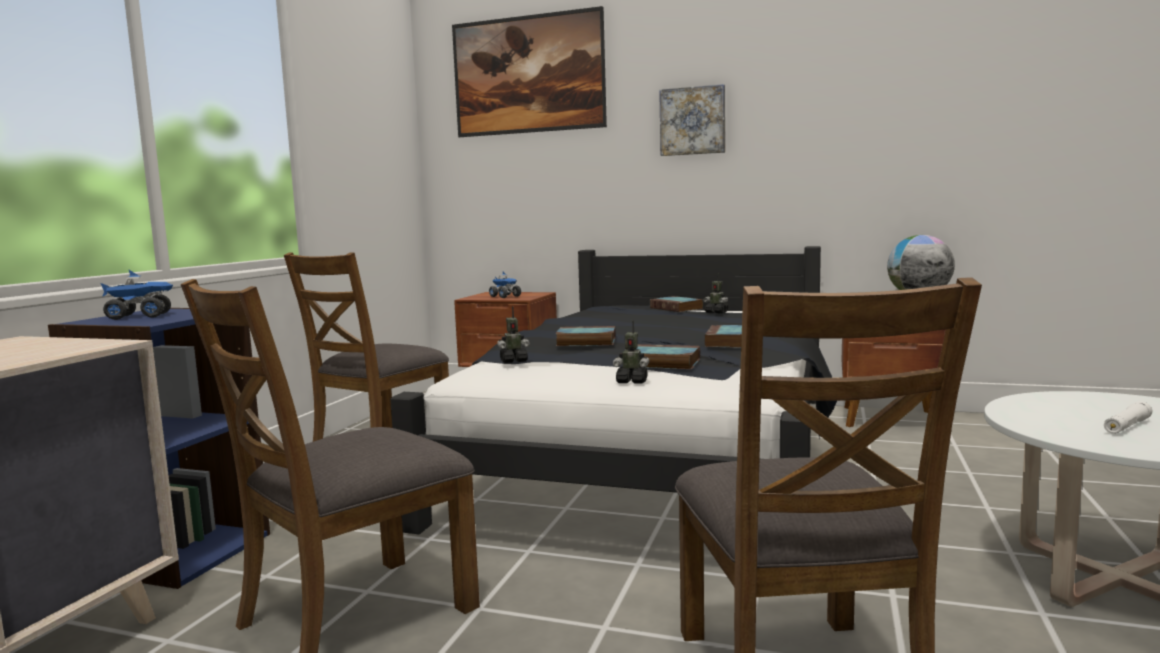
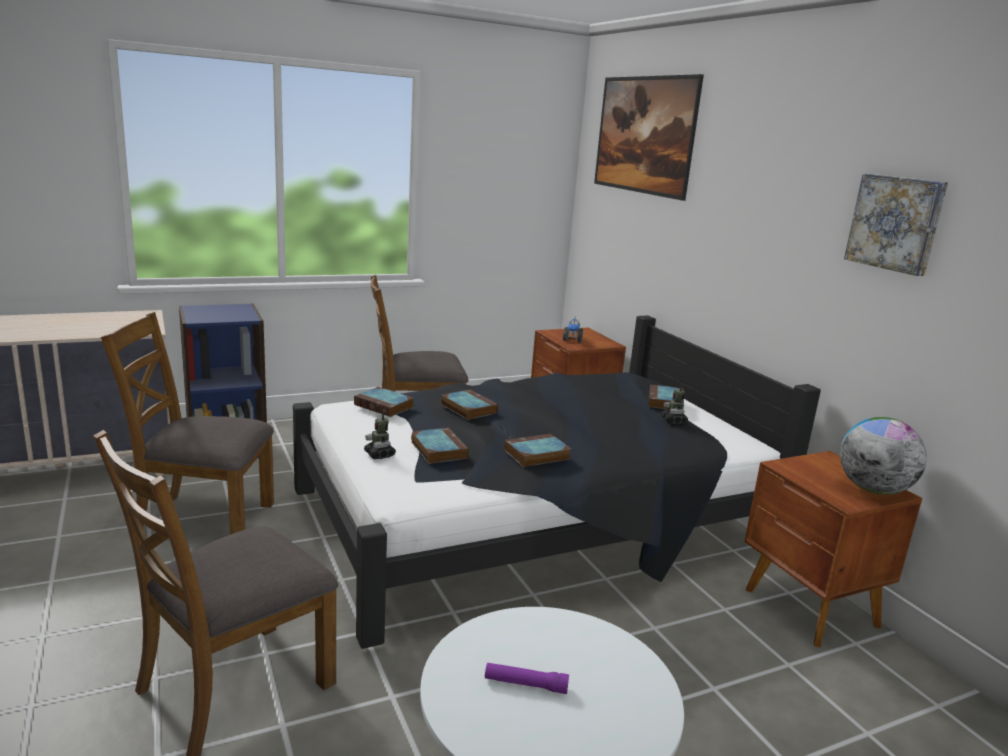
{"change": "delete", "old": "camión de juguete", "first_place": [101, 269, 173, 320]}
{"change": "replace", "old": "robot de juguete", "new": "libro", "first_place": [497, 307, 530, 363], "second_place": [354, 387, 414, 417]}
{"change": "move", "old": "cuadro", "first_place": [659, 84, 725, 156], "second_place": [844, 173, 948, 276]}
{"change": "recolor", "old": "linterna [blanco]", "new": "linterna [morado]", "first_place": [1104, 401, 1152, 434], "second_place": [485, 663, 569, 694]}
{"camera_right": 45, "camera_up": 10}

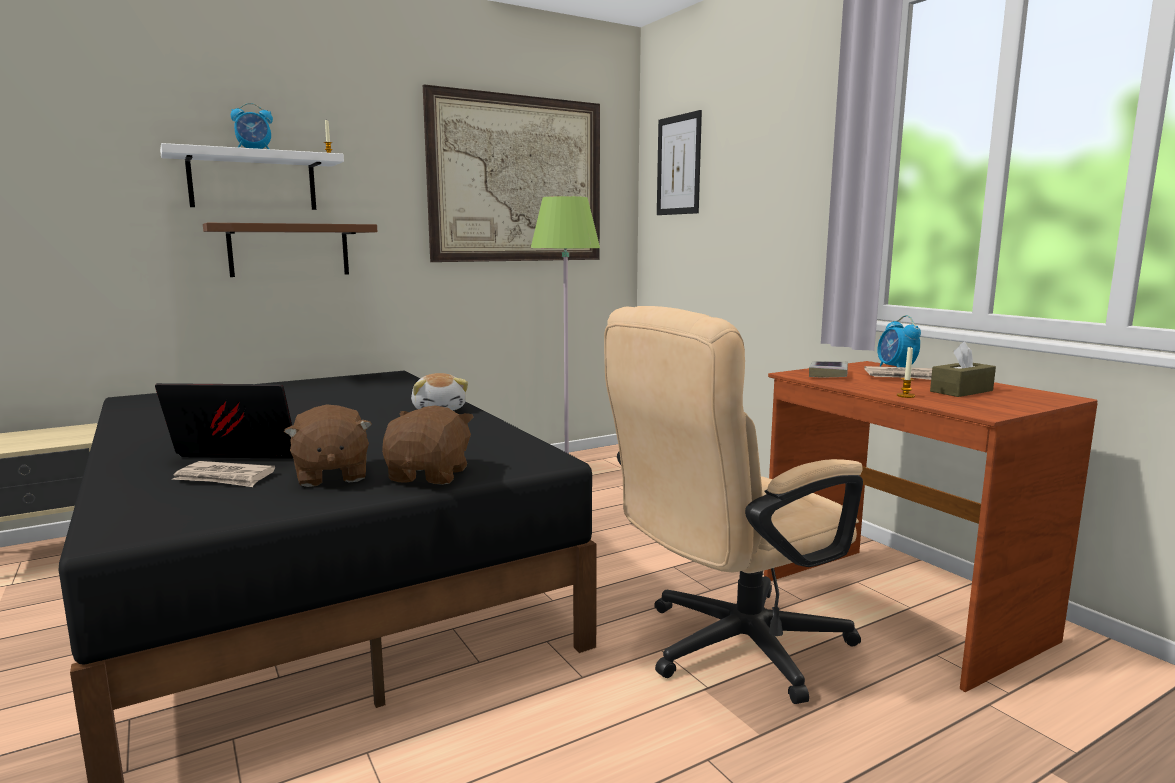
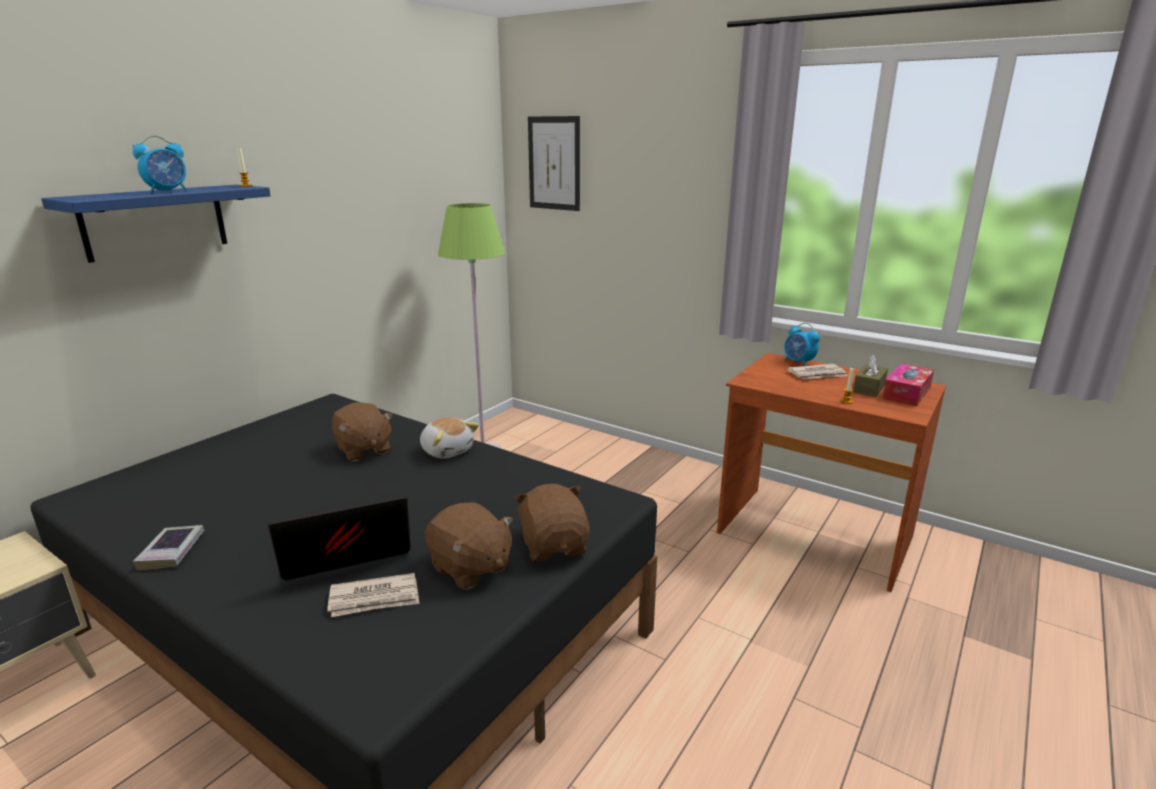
{"change": "recolor", "old": "estante [blanco]", "new": "estante [azul]", "first_place": [160, 143, 344, 210], "second_place": [41, 185, 271, 263]}
{"change": "delete", "old": "estante [marrón]", "first_place": [203, 223, 377, 277]}
{"change": "delete", "old": "cuadro", "first_place": [423, 84, 600, 262]}
{"change": "delete", "old": "silla de oficina [beis]", "first_place": [604, 306, 863, 704]}
{"change": "move", "old": "libro", "first_place": [809, 361, 848, 377], "second_place": [133, 525, 204, 570]}
{"change": "insert", "new": "peluche [marrón]", "second_place": [332, 402, 393, 462]}
{"change": "insert", "new": "caja de pañuelos", "second_place": [882, 363, 934, 406]}
{"camera_right": -25, "camera_up": 10}

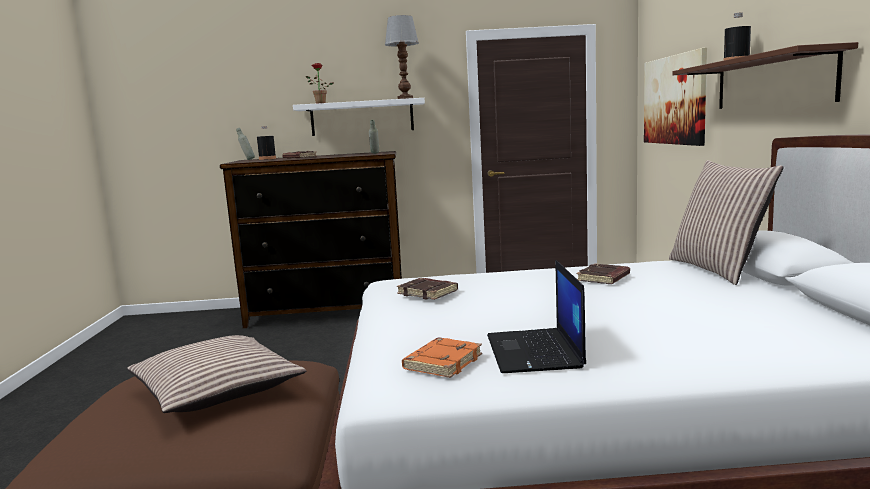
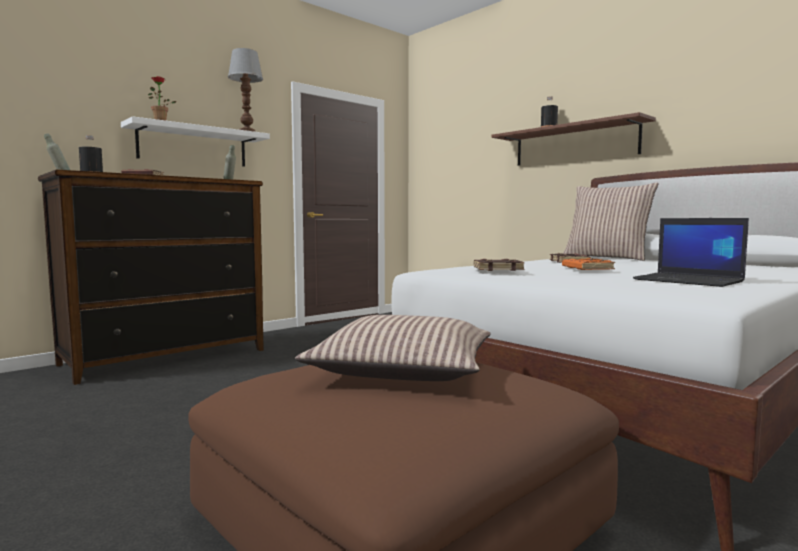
{"change": "move", "old": "libro [naranja]", "first_place": [402, 338, 482, 378], "second_place": [562, 258, 615, 270]}
{"change": "delete", "old": "cuadro", "first_place": [644, 48, 707, 146]}
{"camera_right": -40, "camera_up": -5}

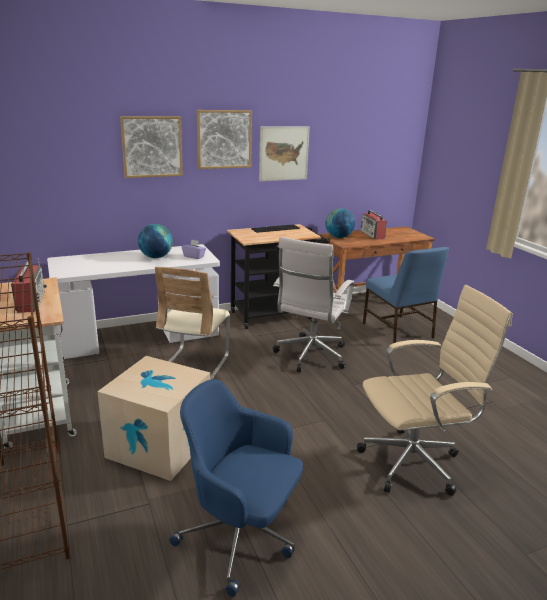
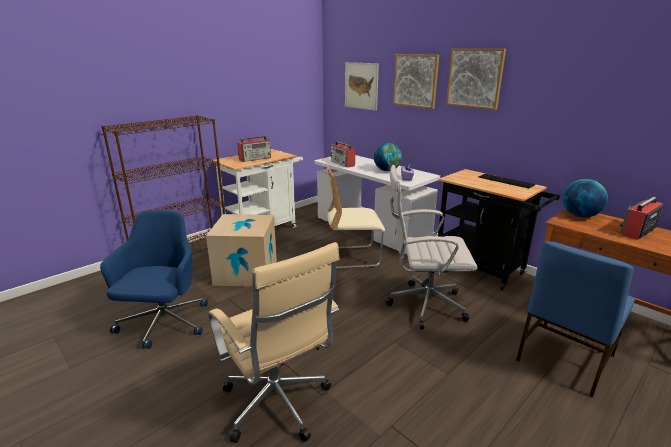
{"change": "move", "old": "cuadro", "first_place": [259, 126, 310, 181], "second_place": [345, 62, 379, 111]}
{"change": "insert", "new": "radio", "second_place": [330, 141, 355, 168]}
{"camera_right": 70, "camera_up": 0}

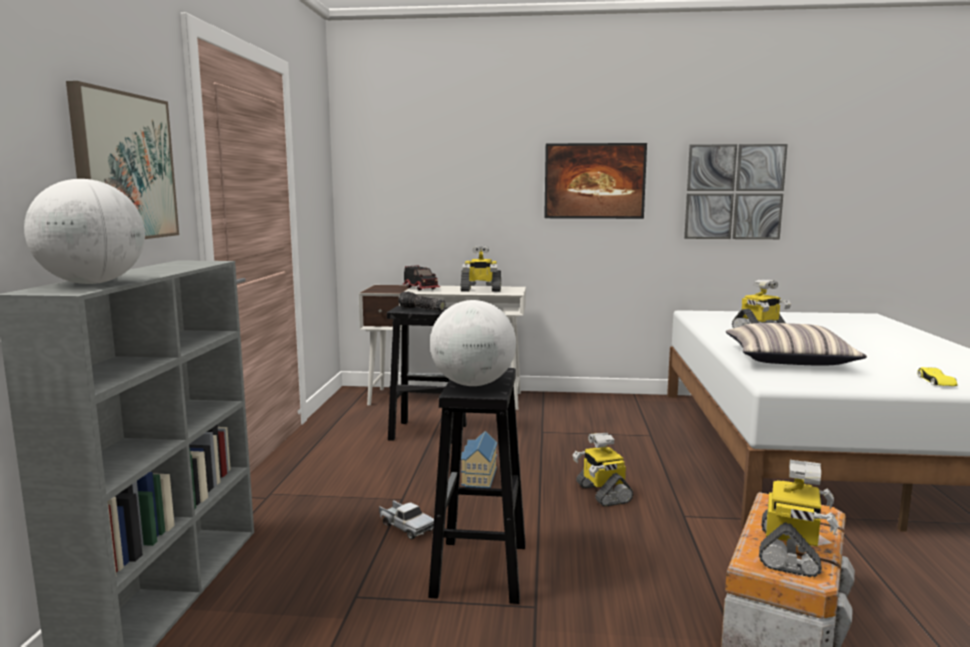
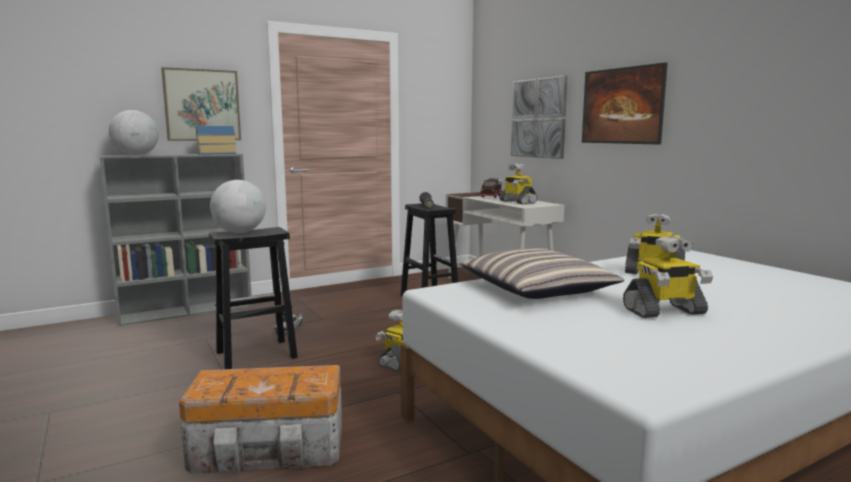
{"change": "move", "old": "casita", "first_place": [461, 431, 497, 488], "second_place": [196, 126, 236, 155]}
{"change": "move", "old": "cuadro", "first_place": [684, 144, 788, 239], "second_place": [511, 75, 568, 159]}
{"change": "move", "old": "robot de juguete", "first_place": [759, 460, 838, 577], "second_place": [623, 236, 713, 318]}
{"change": "delete", "old": "coche de juguete [amarillo]", "first_place": [917, 367, 957, 386]}
{"camera_right": 55, "camera_up": 0}

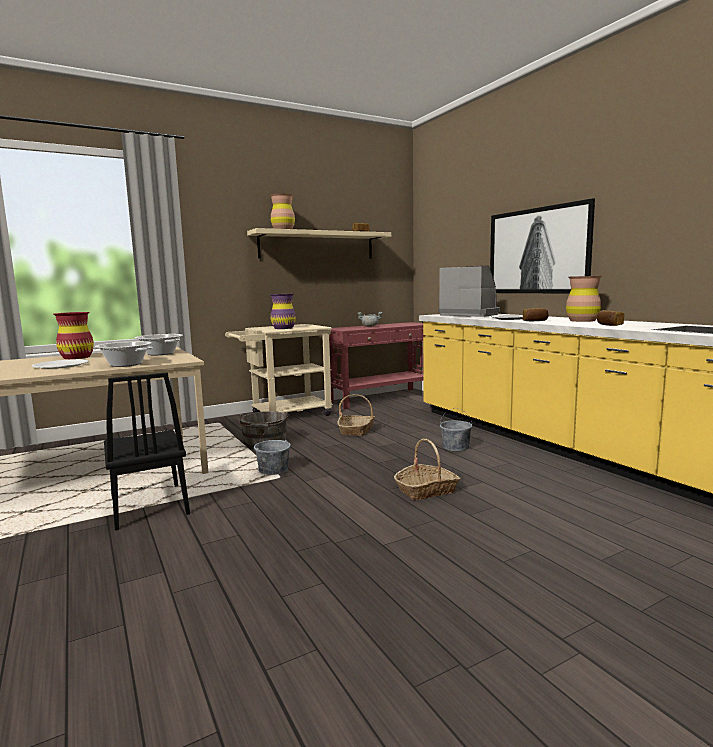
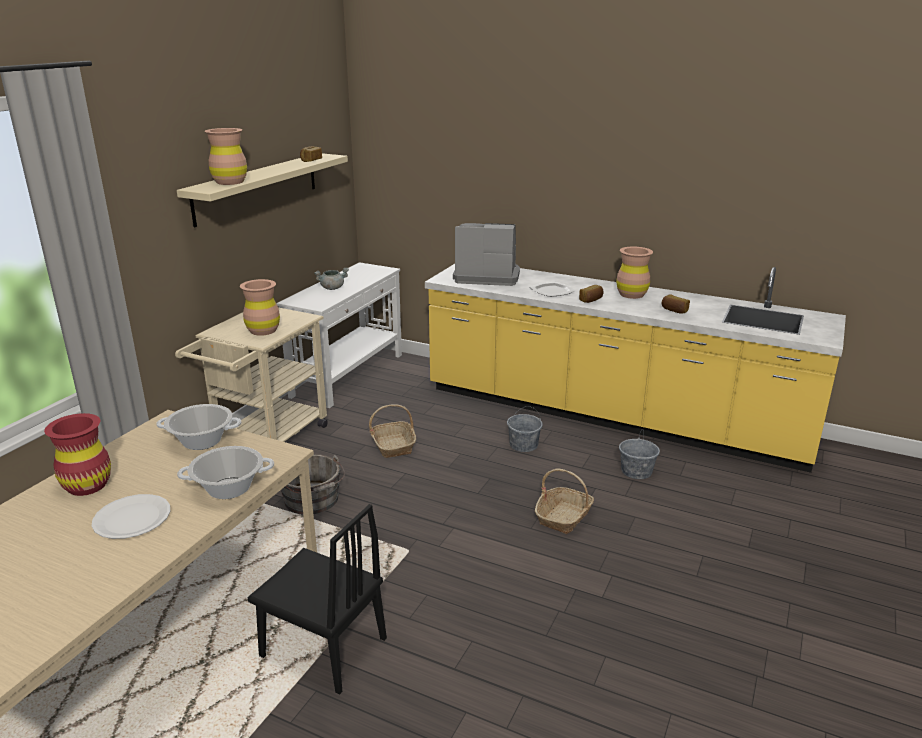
{"change": "move", "old": "cubo [gris]", "first_place": [254, 427, 291, 475], "second_place": [619, 430, 660, 479]}
{"change": "recolor", "old": "florero [morado]", "new": "florero [marrón]", "first_place": [270, 294, 296, 329], "second_place": [240, 279, 280, 336]}
{"change": "recolor", "old": "mesa consola [rojo]", "new": "mesa consola [blanco]", "first_place": [329, 322, 425, 409], "second_place": [276, 262, 402, 408]}
{"change": "delete", "old": "cuadro", "first_place": [490, 198, 595, 294]}
{"camera_right": -35, "camera_up": 15}

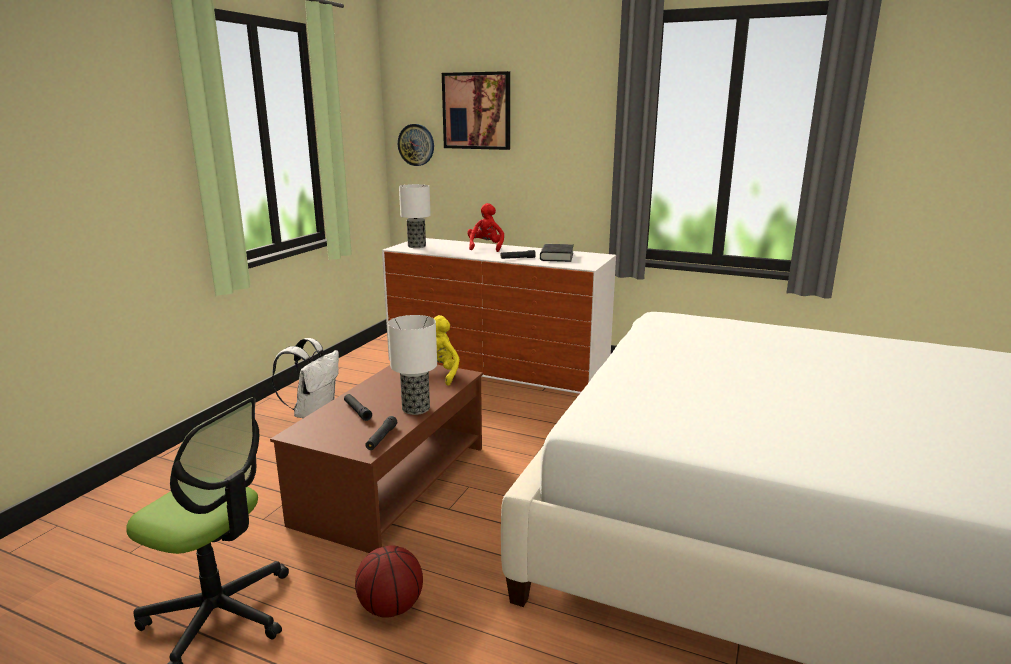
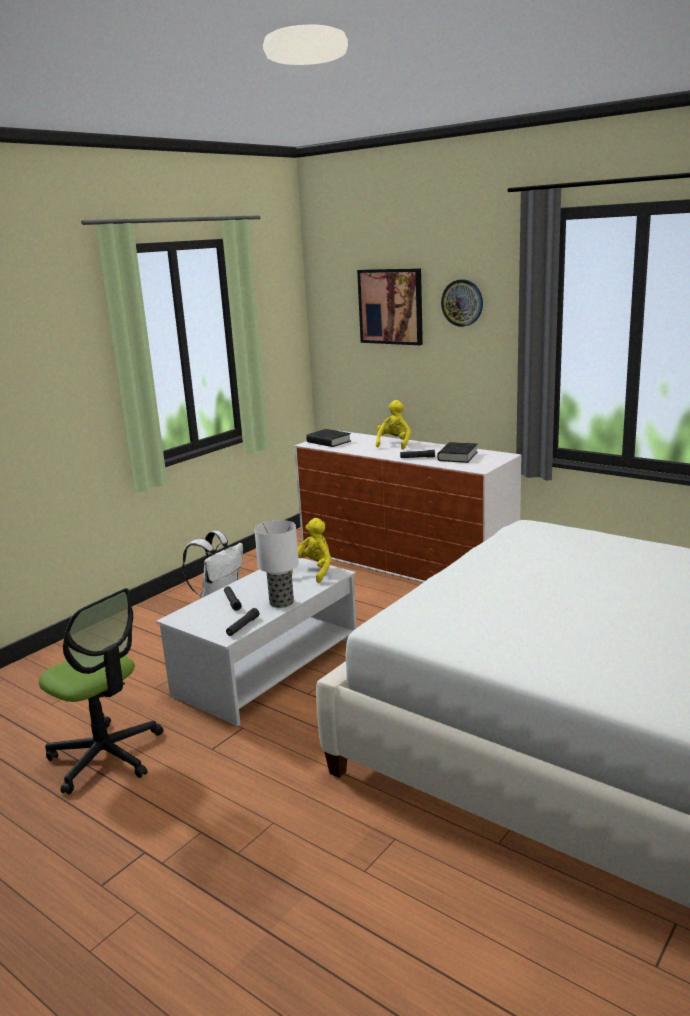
{"change": "recolor", "old": "mesa de centro [marrón]", "new": "mesa de centro [blanco]", "first_place": [270, 365, 483, 553], "second_place": [156, 558, 357, 727]}
{"change": "delete", "old": "balón de baloncesto", "first_place": [355, 545, 423, 618]}
{"change": "move", "old": "reloj de pared", "first_place": [398, 124, 434, 166], "second_place": [441, 279, 483, 327]}
{"change": "replace", "old": "lámpara de mesa", "new": "libro [negro]", "first_place": [399, 184, 431, 248], "second_place": [306, 429, 351, 447]}
{"change": "recolor", "old": "peluche [rojo]", "new": "peluche [amarillo]", "first_place": [467, 203, 504, 252], "second_place": [376, 400, 411, 450]}
{"camera_right": 15, "camera_up": 0}

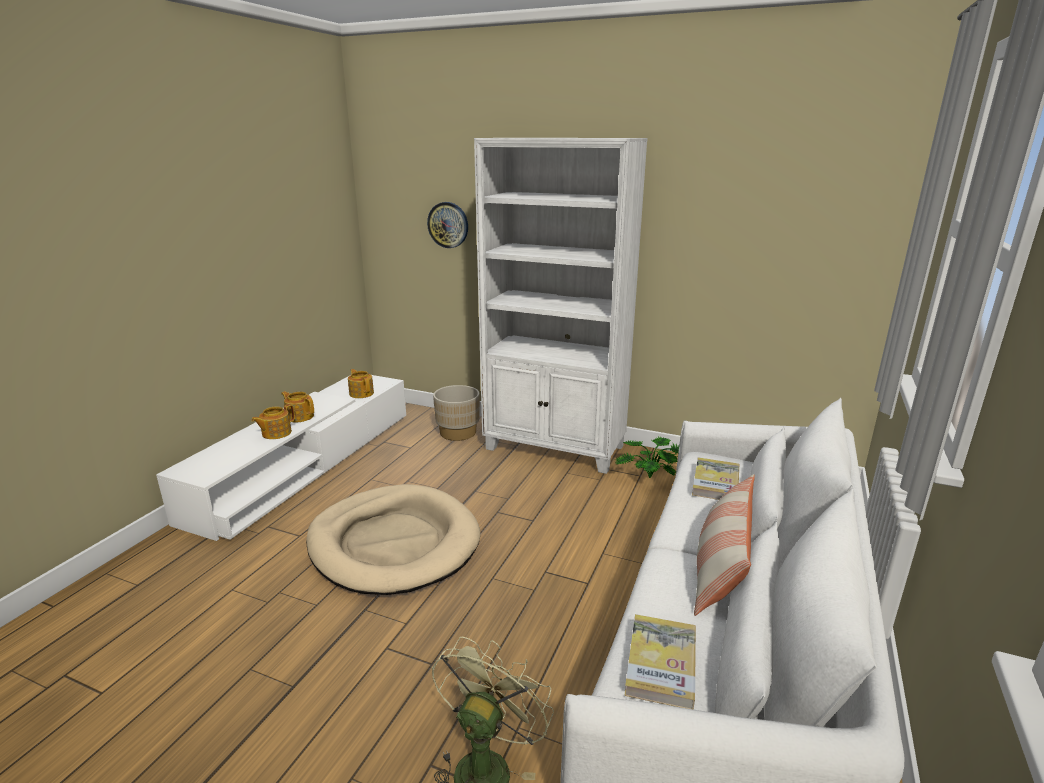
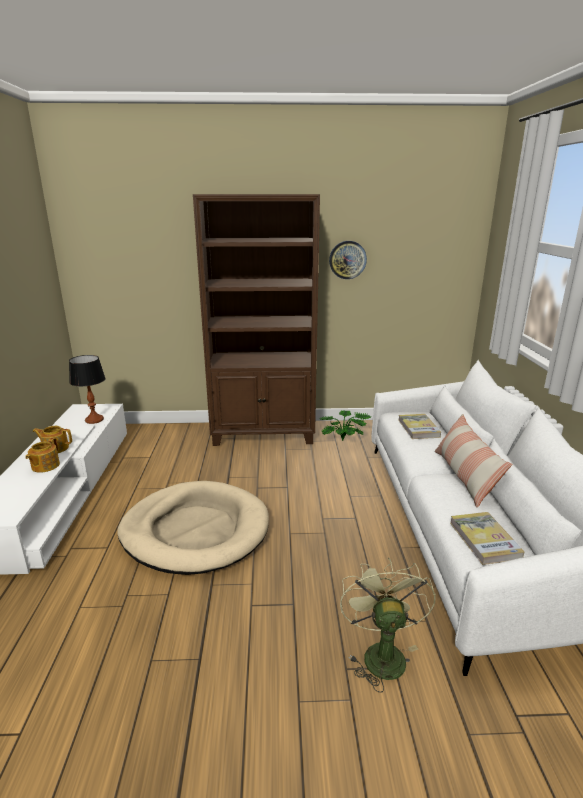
{"change": "replace", "old": "tetera", "new": "lámpara de mesa", "first_place": [348, 369, 374, 398], "second_place": [69, 355, 106, 424]}
{"change": "move", "old": "reloj de pared", "first_place": [427, 202, 468, 248], "second_place": [329, 241, 367, 279]}
{"change": "delete", "old": "maceta [beis]", "first_place": [433, 385, 480, 441]}
{"change": "recolor", "old": "estantería [blanco]", "new": "estantería [marrón]", "first_place": [474, 138, 648, 474], "second_place": [193, 194, 320, 446]}
{"camera_right": -25, "camera_up": 0}

